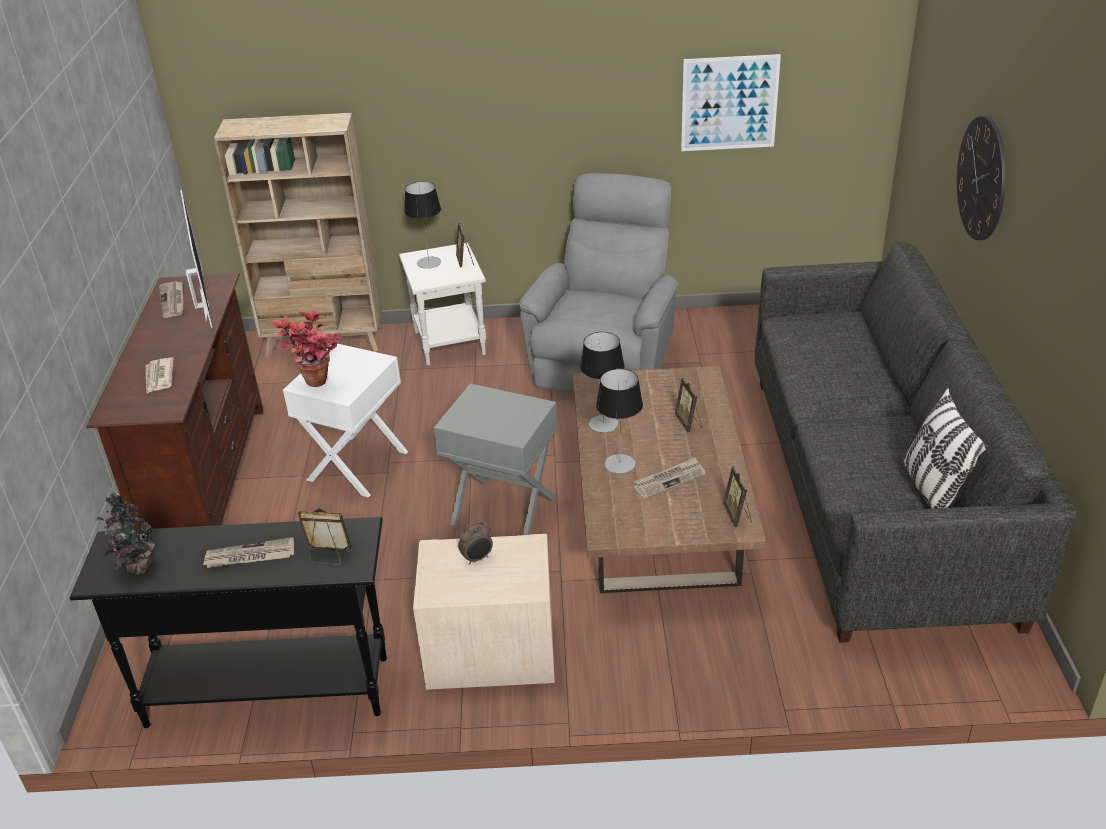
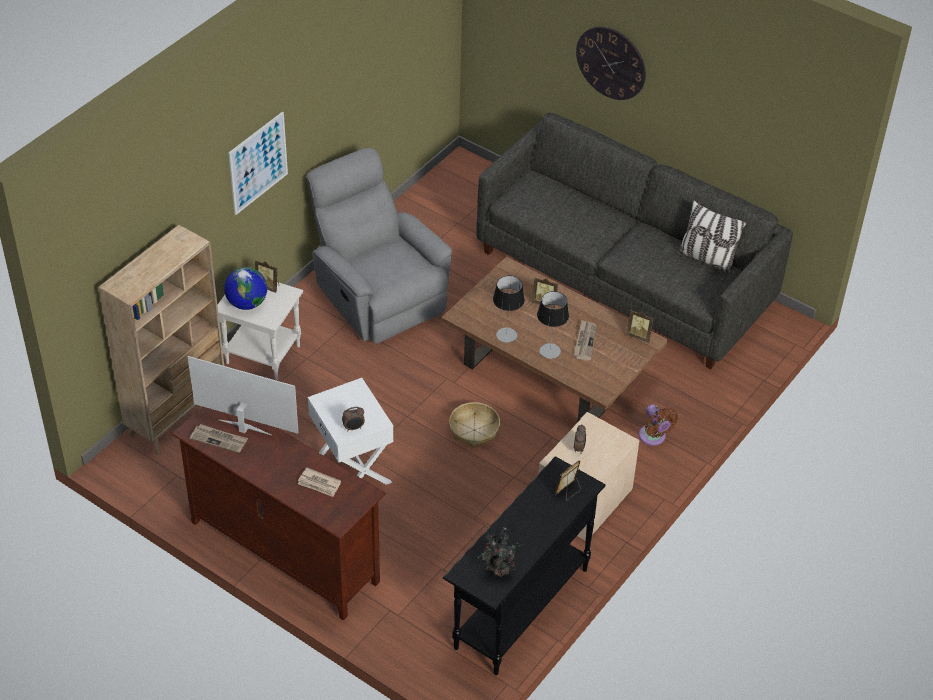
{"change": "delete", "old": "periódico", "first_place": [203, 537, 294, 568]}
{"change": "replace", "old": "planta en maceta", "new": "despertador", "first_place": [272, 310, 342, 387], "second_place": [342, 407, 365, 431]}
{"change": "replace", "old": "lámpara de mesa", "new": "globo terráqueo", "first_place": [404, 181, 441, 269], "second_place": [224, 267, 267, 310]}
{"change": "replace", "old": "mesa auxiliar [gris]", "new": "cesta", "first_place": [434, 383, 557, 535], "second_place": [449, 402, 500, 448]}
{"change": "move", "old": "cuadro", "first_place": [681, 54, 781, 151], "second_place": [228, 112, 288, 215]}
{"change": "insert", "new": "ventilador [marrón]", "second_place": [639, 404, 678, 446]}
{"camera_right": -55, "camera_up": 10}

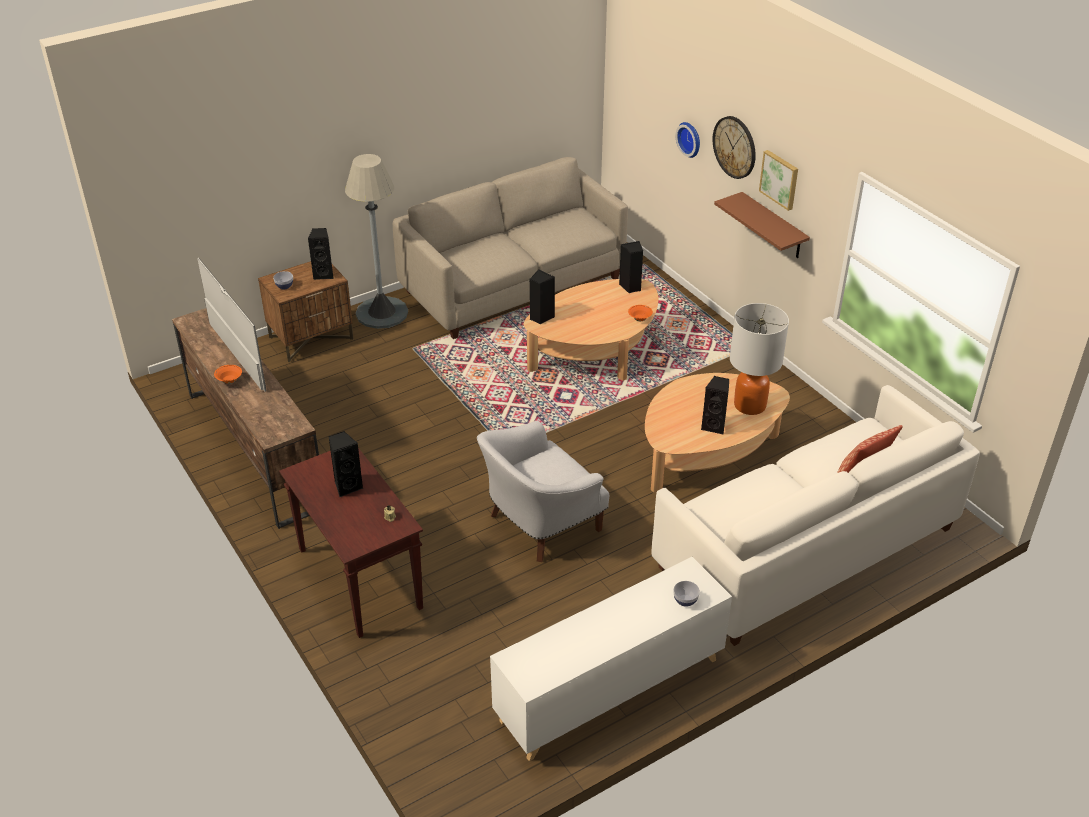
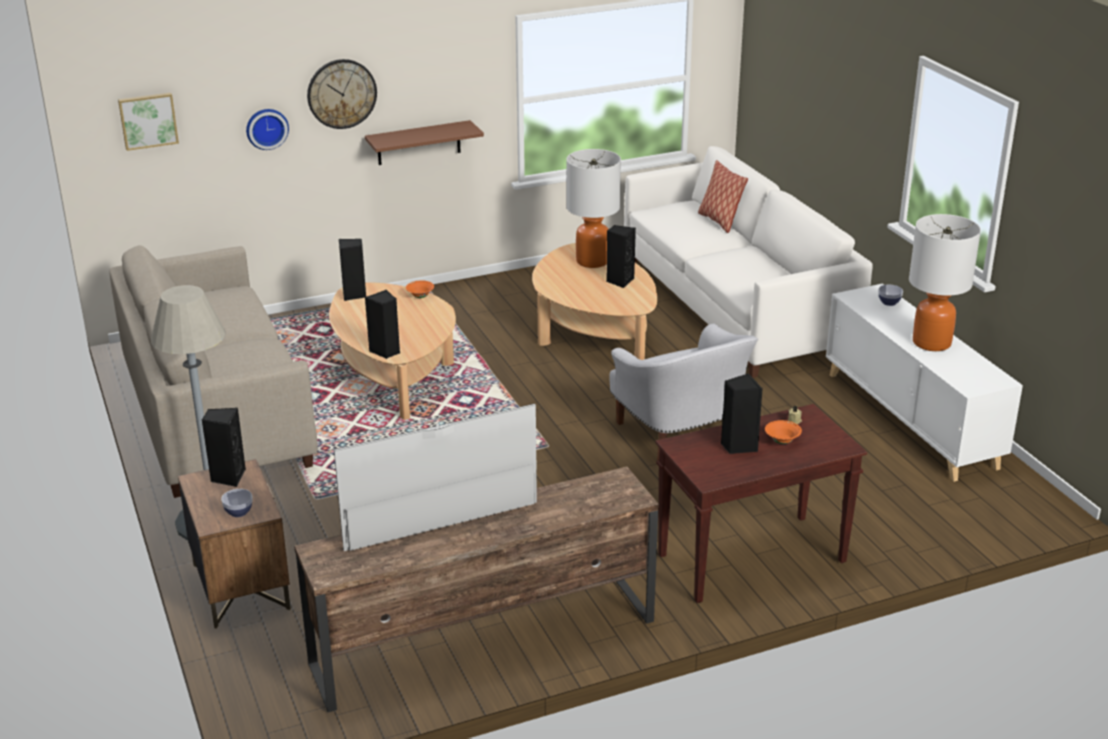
{"change": "move", "old": "cuenco [naranja]", "first_place": [214, 365, 242, 384], "second_place": [765, 420, 802, 444]}
{"change": "move", "old": "cuadro", "first_place": [759, 150, 798, 211], "second_place": [118, 93, 179, 151]}
{"change": "insert", "new": "lámpara de mesa", "second_place": [909, 214, 981, 351]}
{"camera_right": -80, "camera_up": -10}

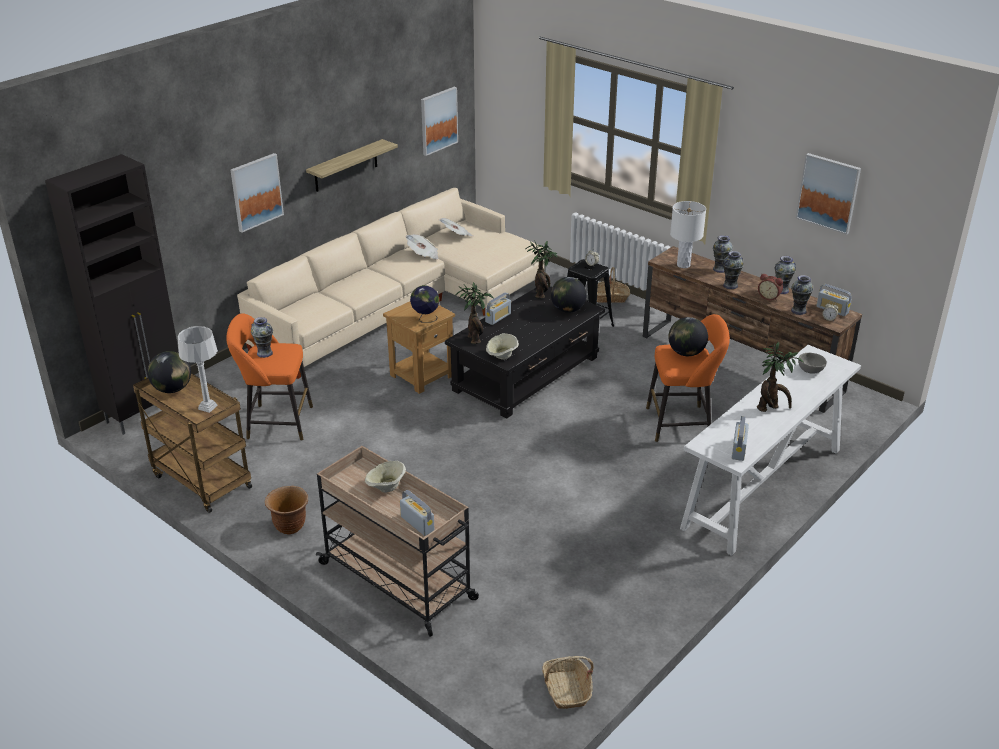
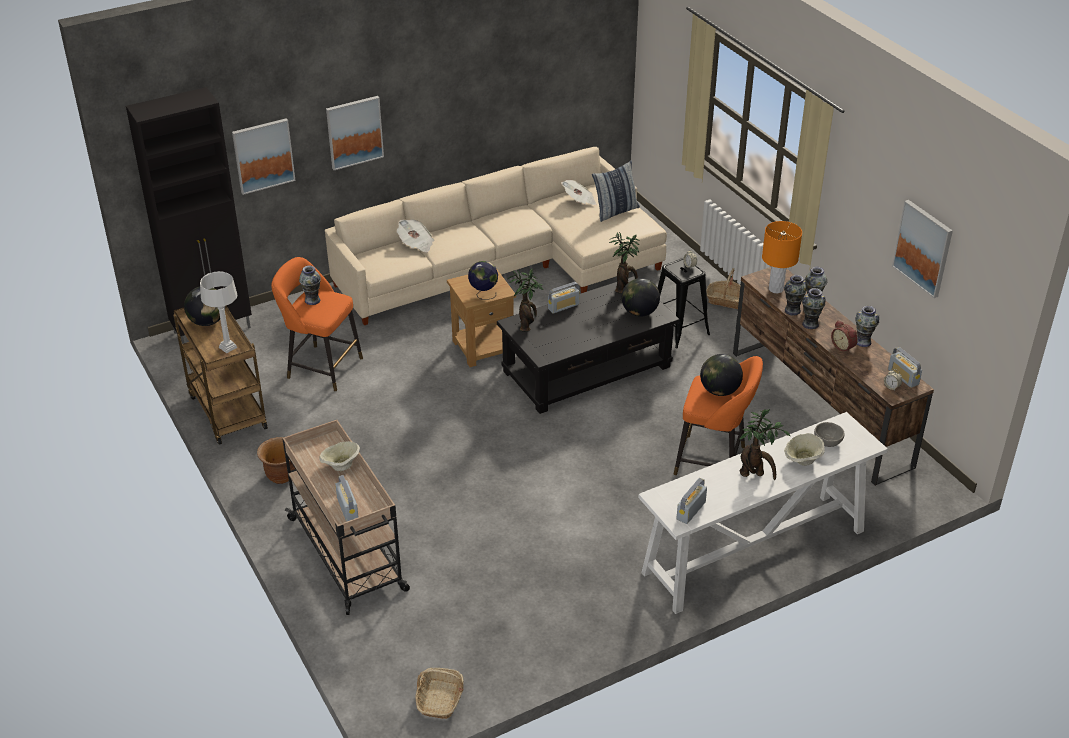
{"change": "delete", "old": "estante", "first_place": [306, 139, 398, 192]}
{"change": "move", "old": "periódico", "first_place": [405, 234, 438, 260], "second_place": [397, 219, 434, 253]}
{"change": "move", "old": "cuadro", "first_place": [421, 87, 458, 156], "second_place": [232, 118, 296, 195]}
{"change": "move", "old": "cuenco [beis]", "first_place": [486, 333, 519, 360], "second_place": [784, 433, 825, 466]}
{"change": "recolor", "old": "lámpara de mesa [blanco]", "new": "lámpara de mesa [naranja]", "first_place": [670, 201, 706, 268], "second_place": [762, 221, 802, 293]}
{"change": "move", "old": "florero", "first_place": [791, 275, 813, 315], "second_place": [784, 275, 807, 315]}
{"change": "insert", "new": "cojín", "second_place": [592, 160, 640, 222]}
{"camera_right": 20, "camera_up": 5}

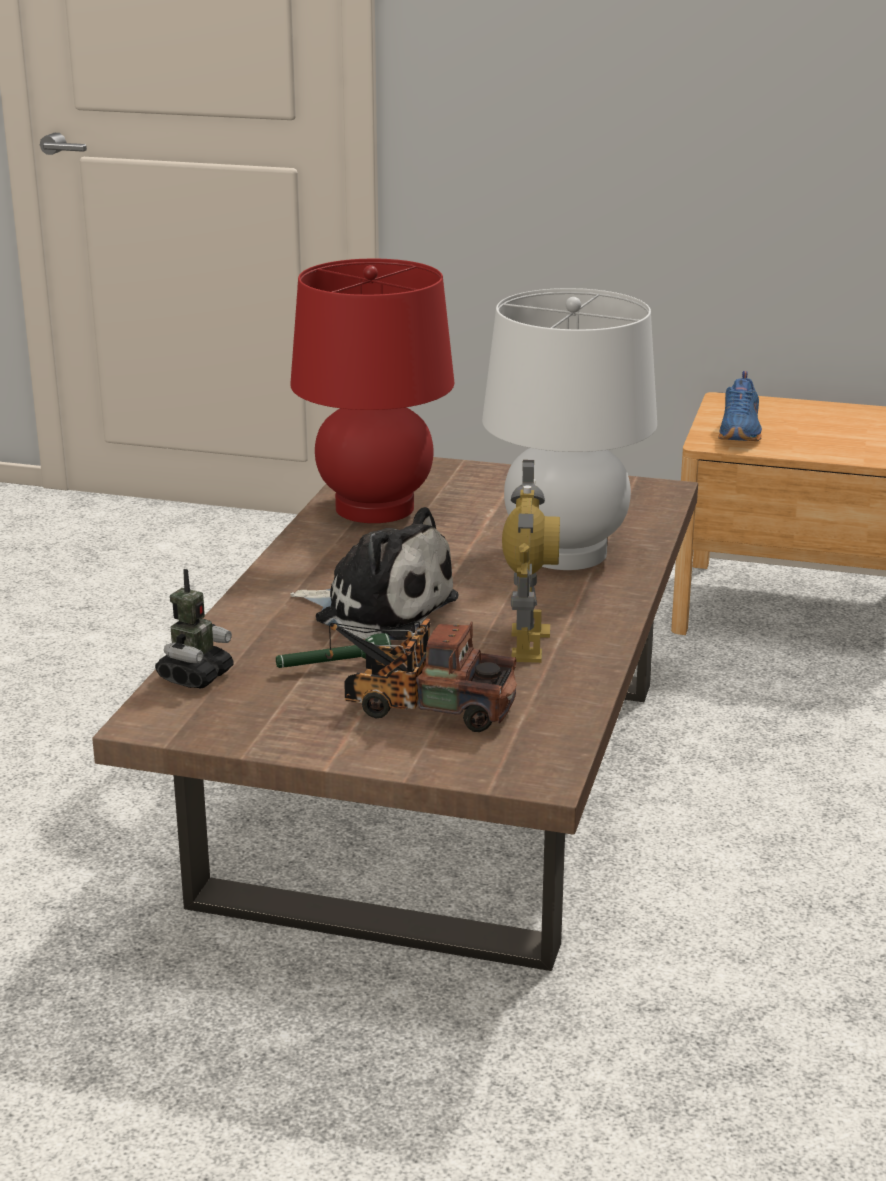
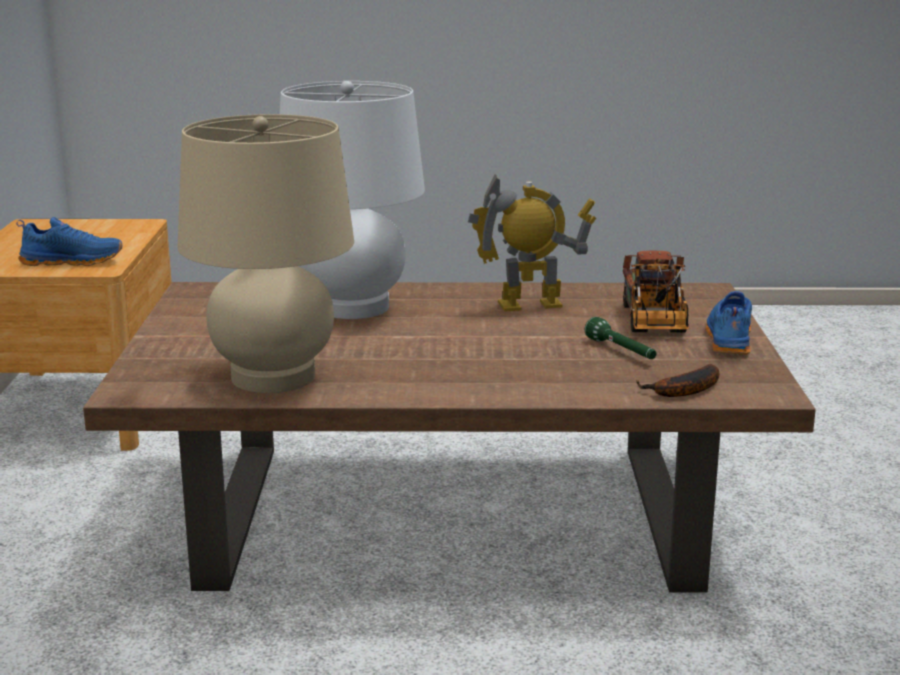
{"change": "replace", "old": "robot de juguete", "new": "plátano", "first_place": [155, 569, 234, 688], "second_place": [636, 364, 719, 397]}
{"change": "recolor", "old": "lámpara de mesa [rojo]", "new": "lámpara de mesa [beis]", "first_place": [290, 259, 454, 523], "second_place": [178, 114, 354, 393]}
{"change": "delete", "old": "peluche", "first_place": [290, 507, 459, 640]}
{"change": "insert", "new": "zapato [azul]", "second_place": [706, 291, 752, 355]}
{"camera_right": -105, "camera_up": -5}

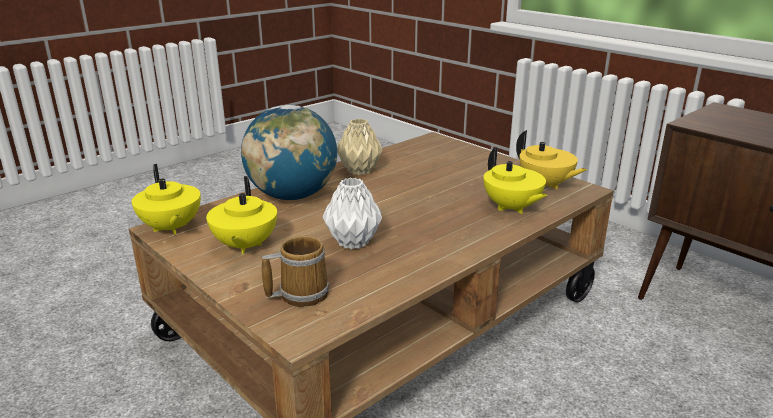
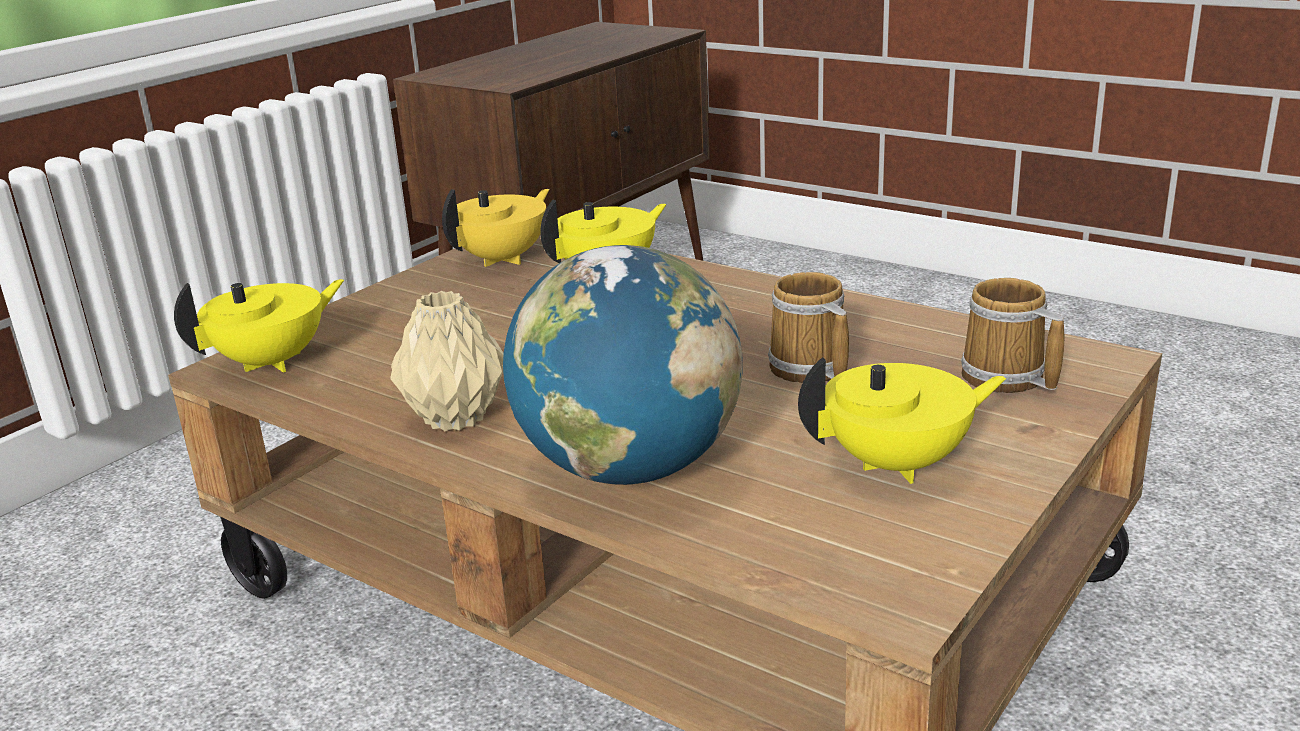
{"change": "move", "old": "tetera [amarillo]", "first_place": [132, 164, 201, 235], "second_place": [174, 279, 344, 373]}
{"change": "replace", "old": "florero [blanco]", "new": "taza grande", "first_place": [323, 178, 382, 249], "second_place": [768, 272, 849, 383]}
{"camera_right": -100, "camera_up": 0}

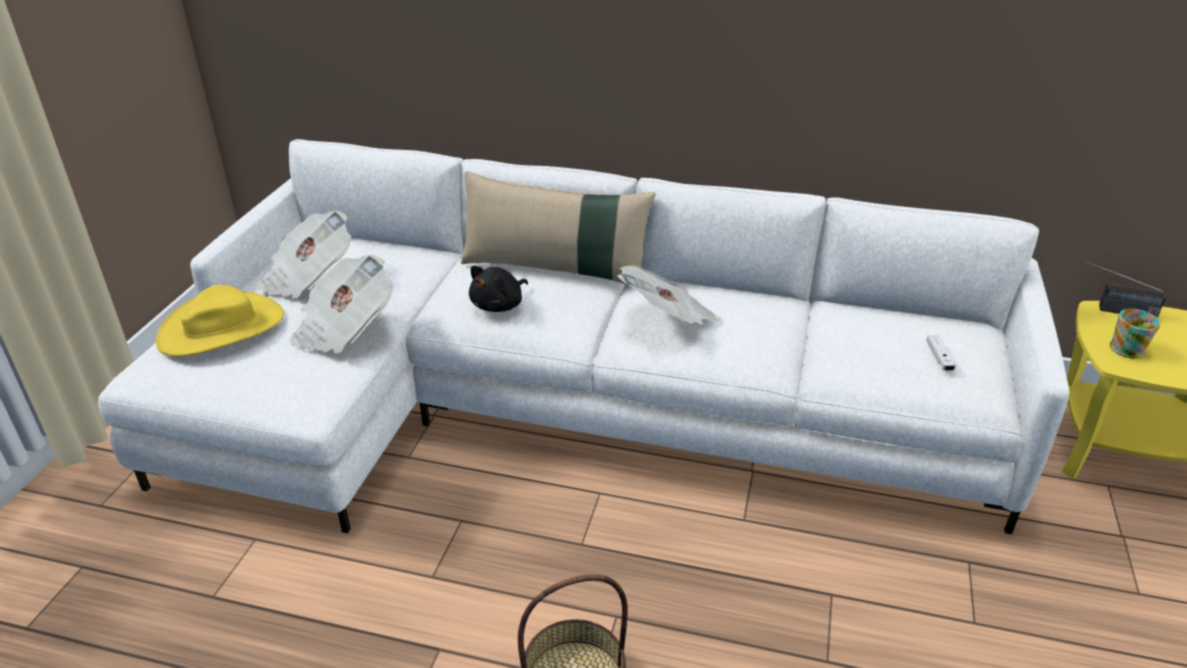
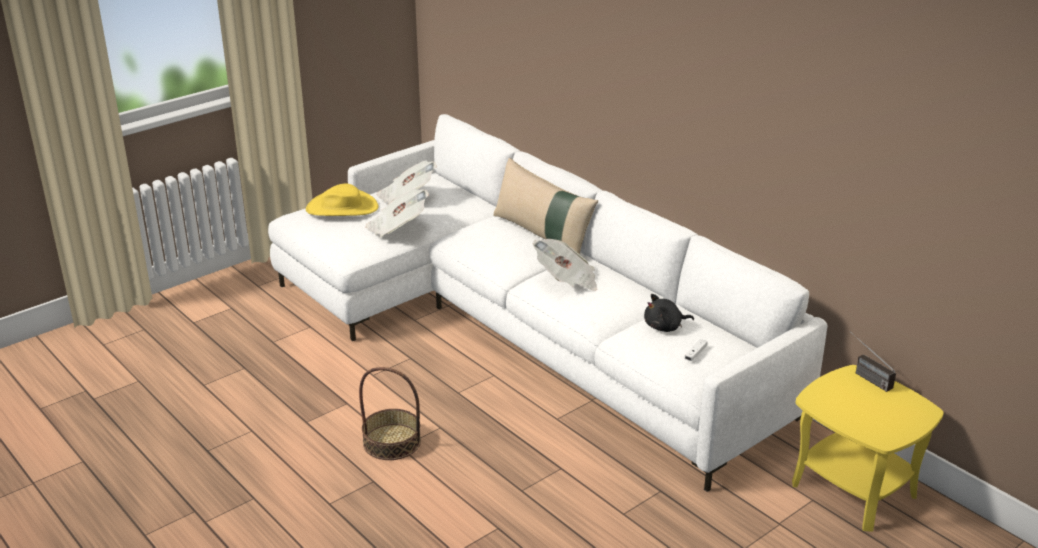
{"change": "move", "old": "peluche [negro]", "first_place": [469, 266, 528, 312], "second_place": [644, 294, 694, 332]}
{"change": "delete", "old": "taza grande", "first_place": [1110, 309, 1161, 358]}
{"camera_right": 35, "camera_up": -5}

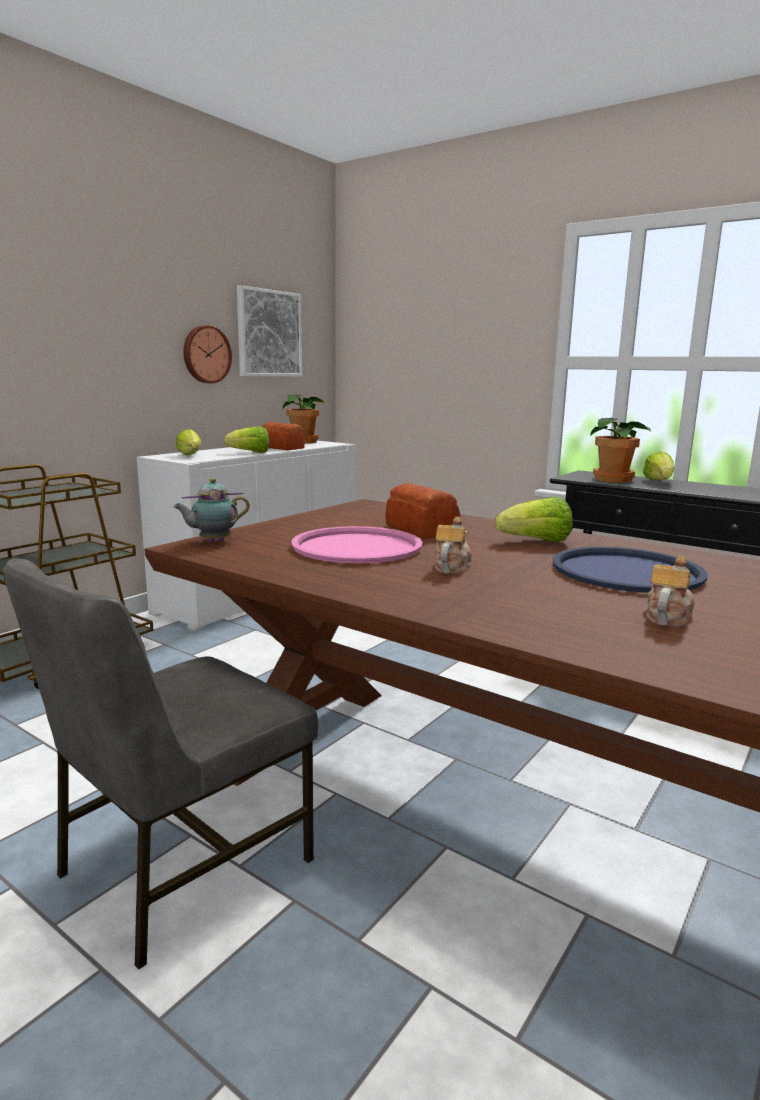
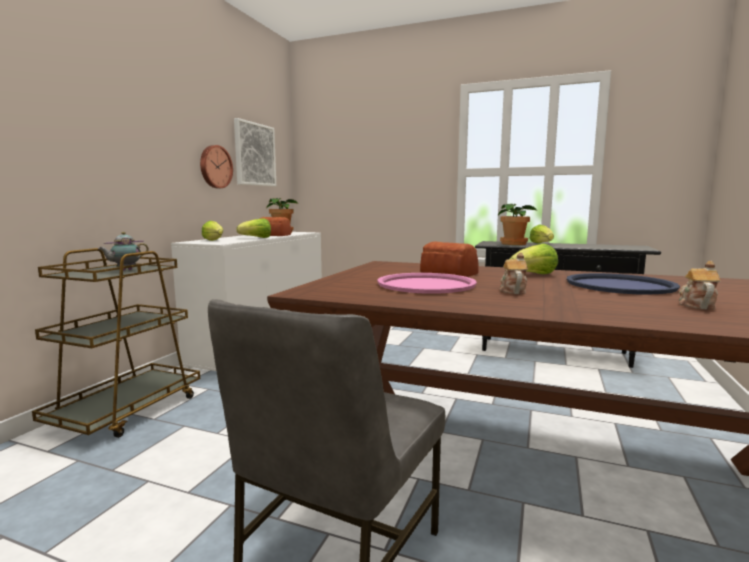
{"change": "move", "old": "tetera", "first_place": [173, 478, 250, 542], "second_place": [98, 232, 149, 271]}
{"camera_right": -15, "camera_up": -5}

